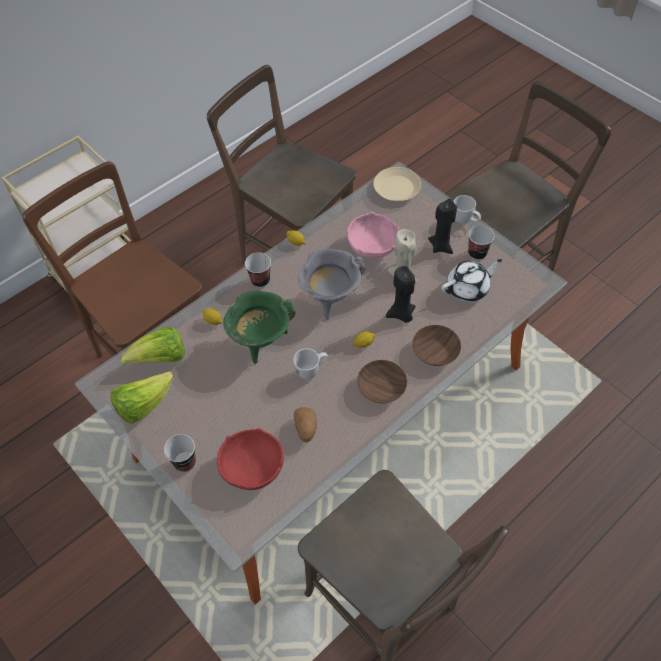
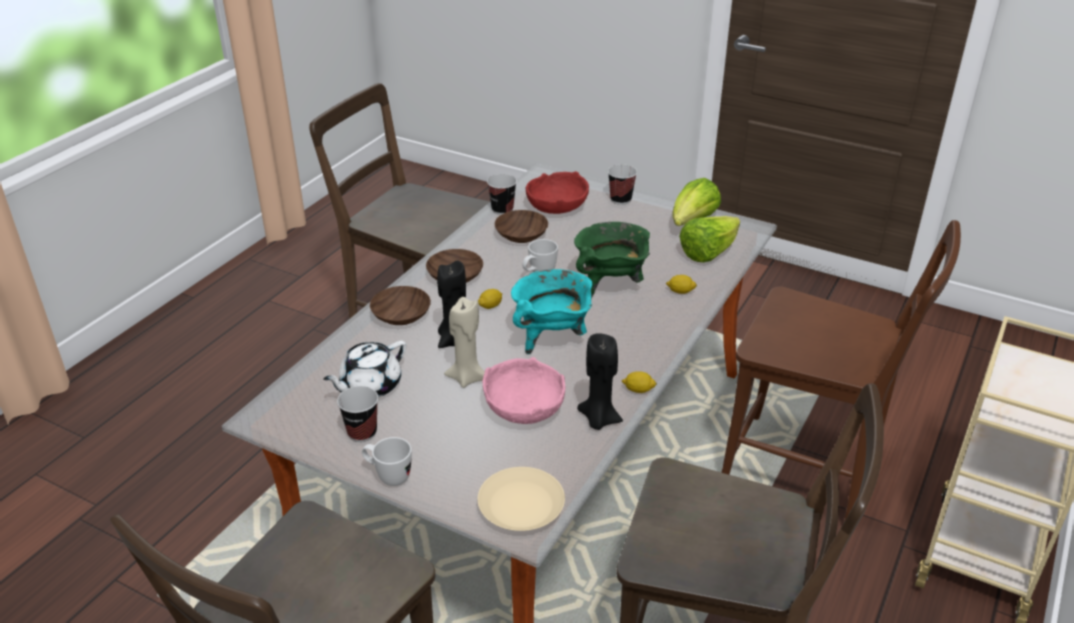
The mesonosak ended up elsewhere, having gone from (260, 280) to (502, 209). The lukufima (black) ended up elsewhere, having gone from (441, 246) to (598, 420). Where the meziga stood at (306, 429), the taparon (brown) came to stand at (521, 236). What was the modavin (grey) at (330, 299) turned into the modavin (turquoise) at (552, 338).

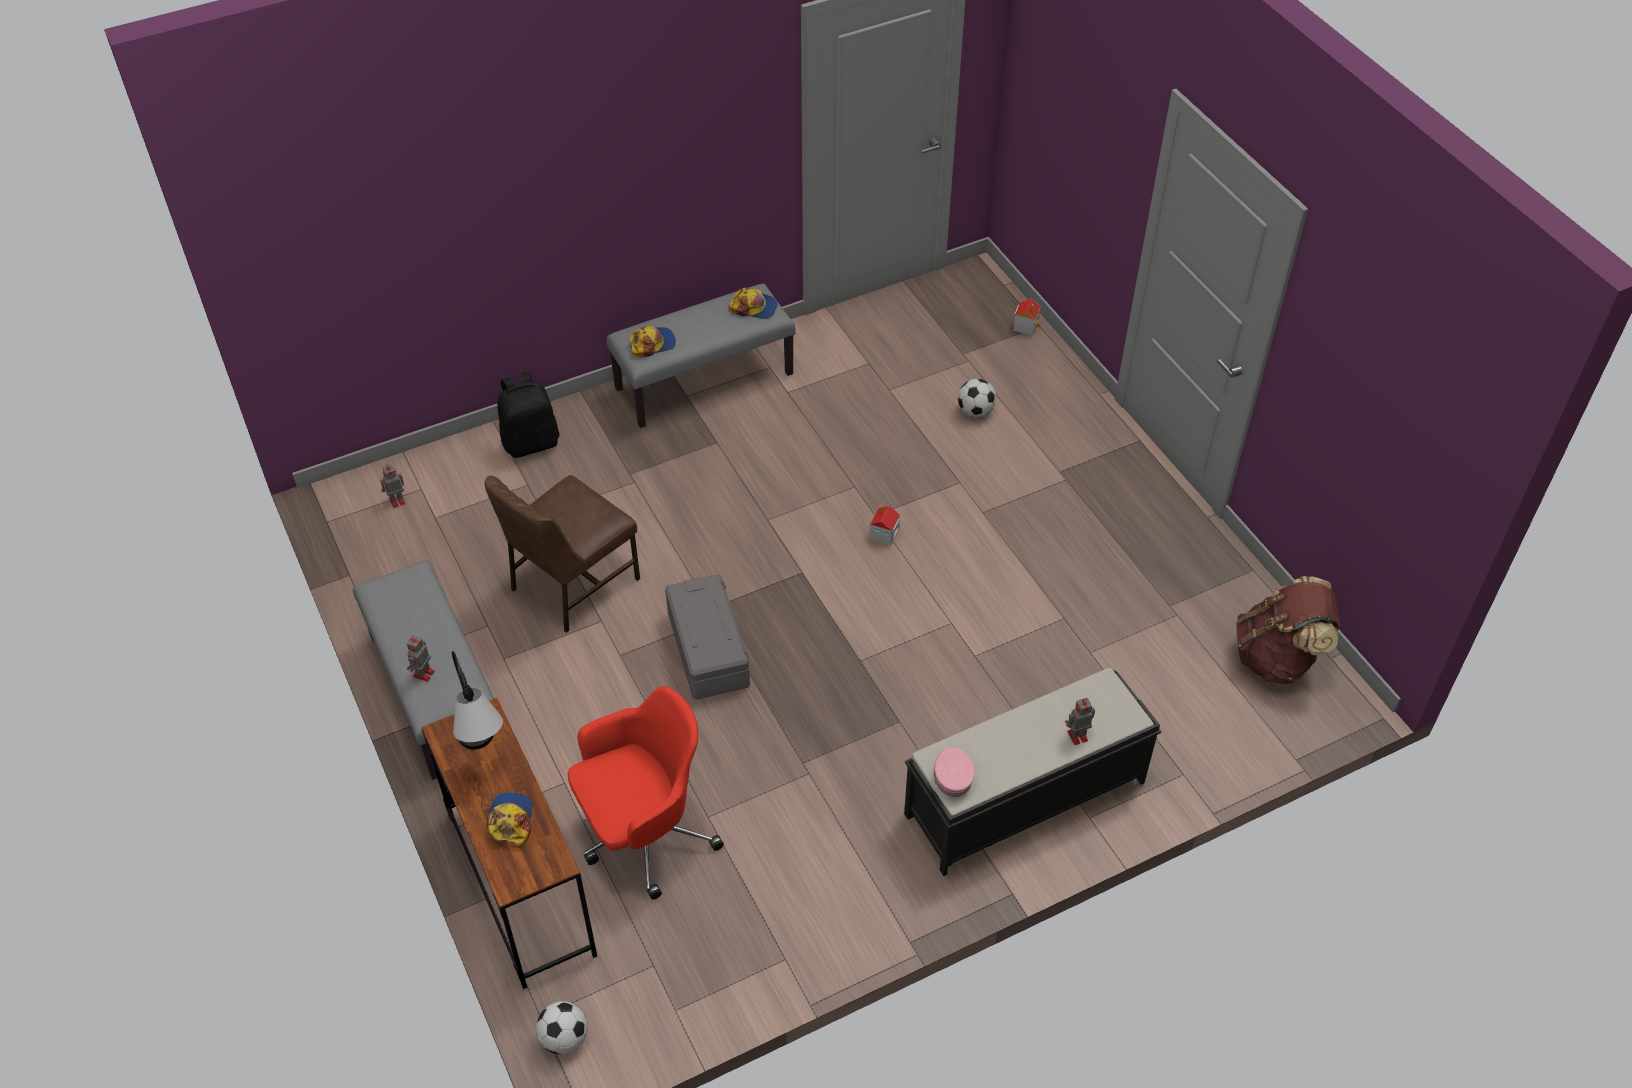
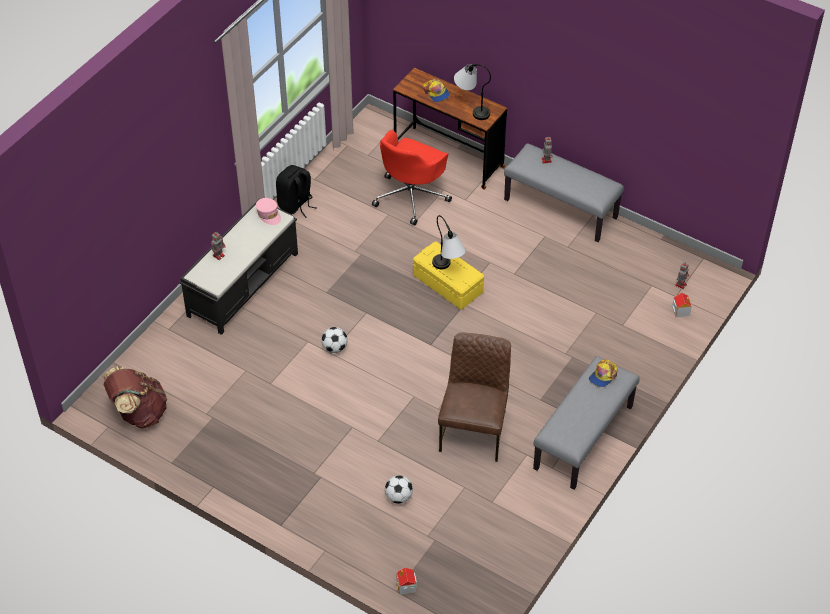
The second view lost the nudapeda at (754, 307). The second view gained the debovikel at (447, 270). The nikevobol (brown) ended up elsewhere, having gone from (572, 584) to (474, 430). The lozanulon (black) ended up elsewhere, having gone from (531, 442) to (296, 205). The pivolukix ended up elsewhere, having gone from (564, 1038) to (335, 348). The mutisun ended up elsewhere, having gone from (884, 534) to (680, 310). What was the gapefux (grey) at (707, 650) turned into the gapefux (yellow) at (448, 283).

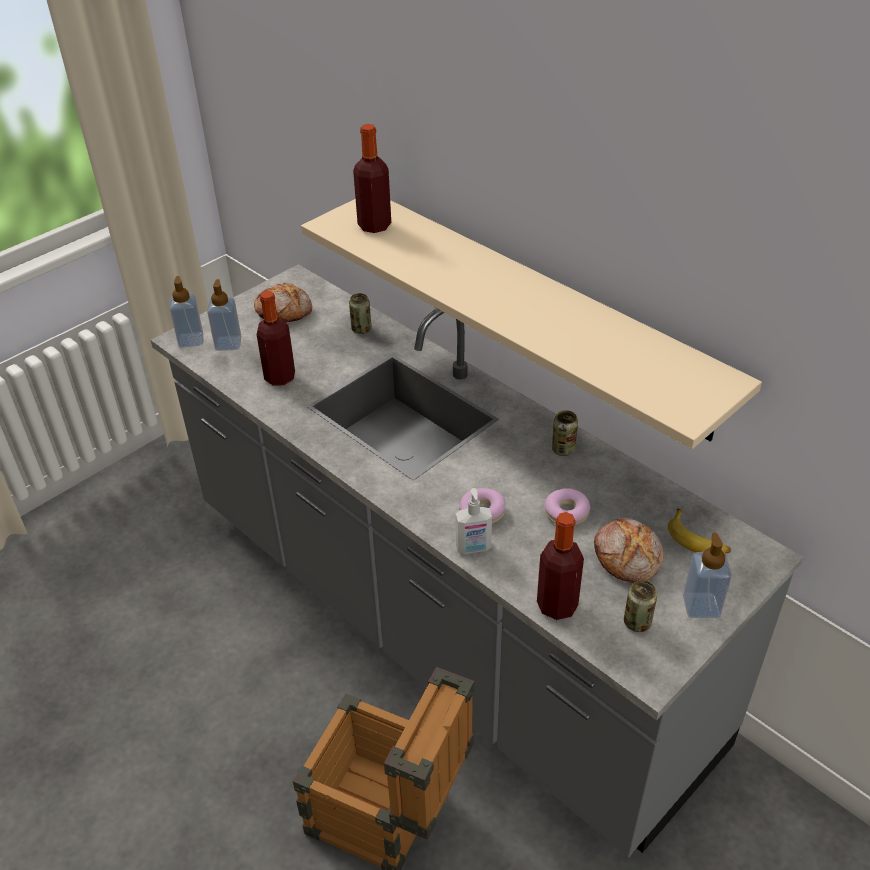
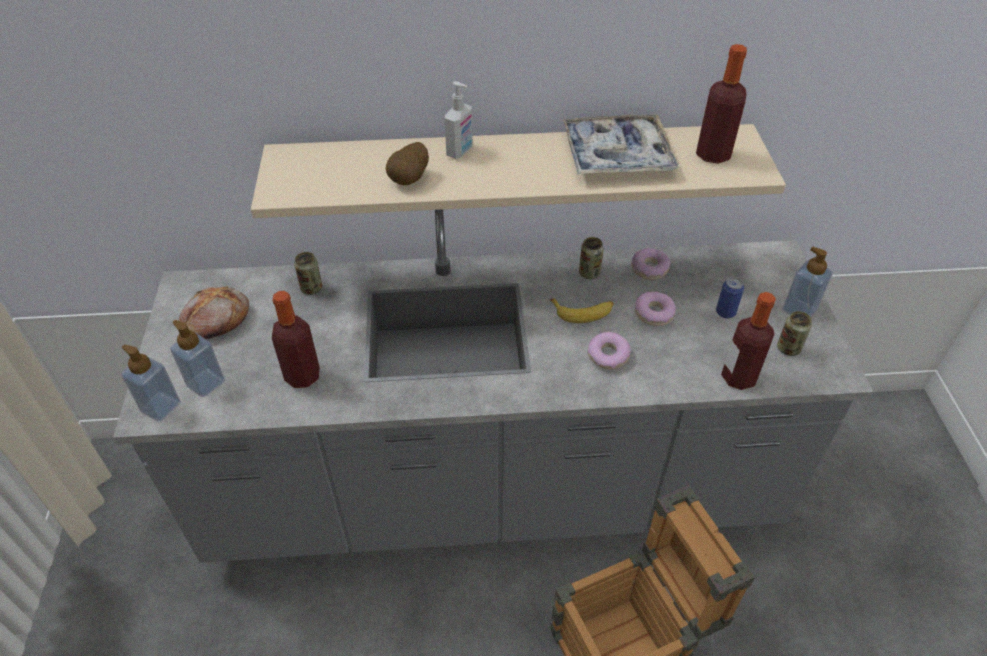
The second view gained the meziga at (410, 180). The second view gained the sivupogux at (617, 155). The second view gained the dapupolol at (649, 268). The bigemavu ended up elsewhere, having gone from (374, 226) to (713, 154). The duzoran ended up elsewhere, having gone from (473, 548) to (460, 151). The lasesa ended up elsewhere, having gone from (697, 540) to (583, 312). Where the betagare stood at (628, 556), the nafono came to stand at (725, 312).

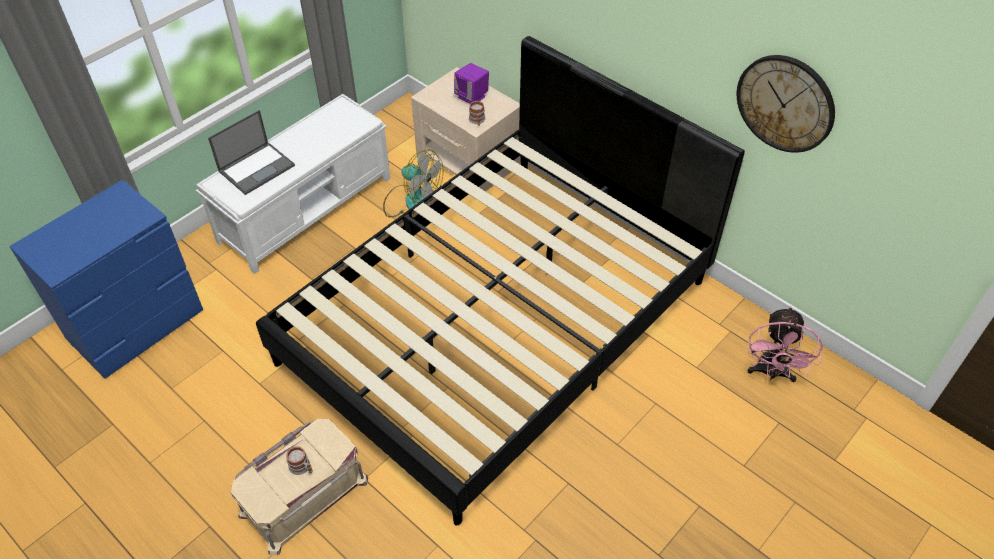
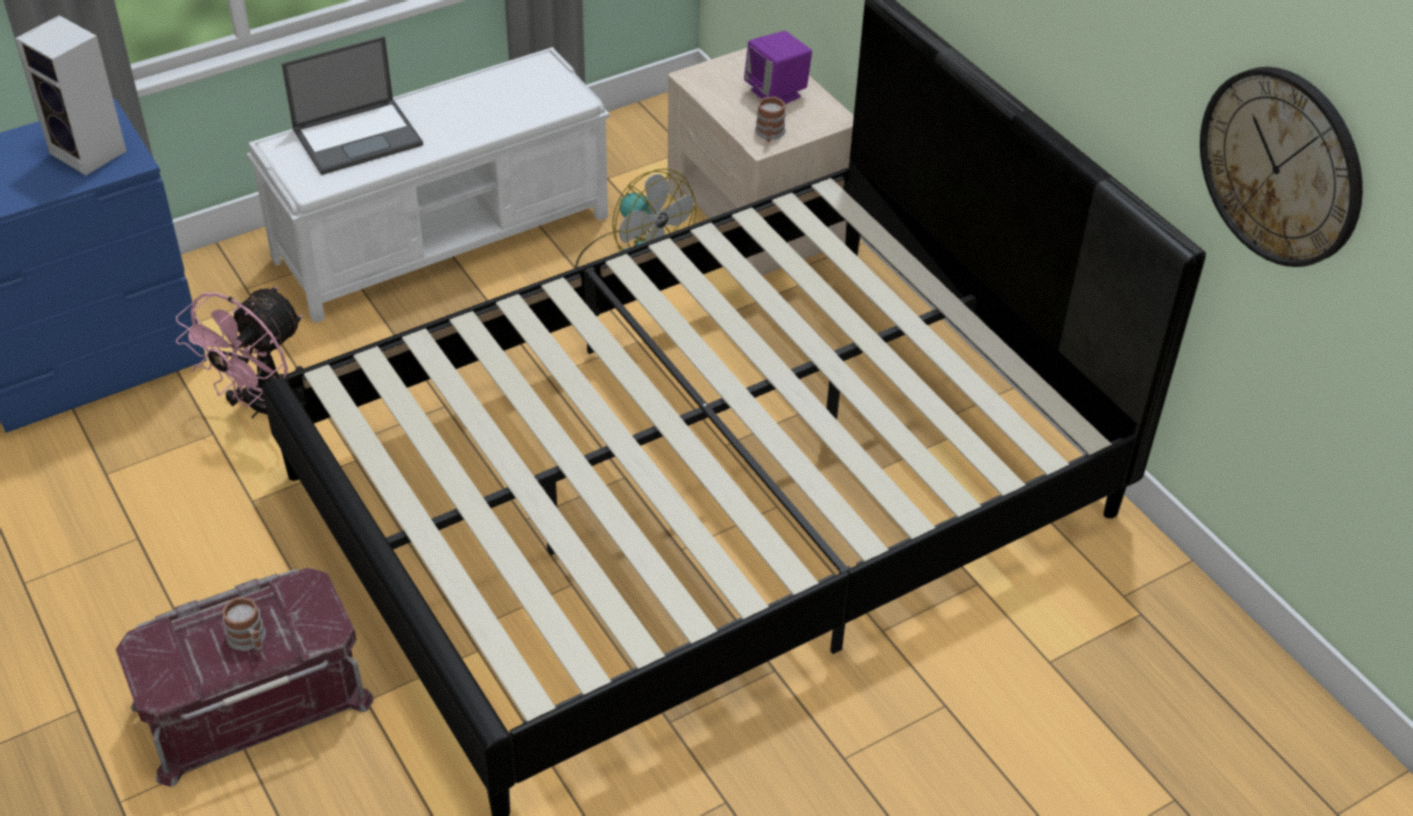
The second view gained the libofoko at (91, 153). The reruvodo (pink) ended up elsewhere, having gone from (771, 373) to (262, 409). What was the gapefux (beige) at (303, 495) turned into the gapefux (red) at (252, 700).

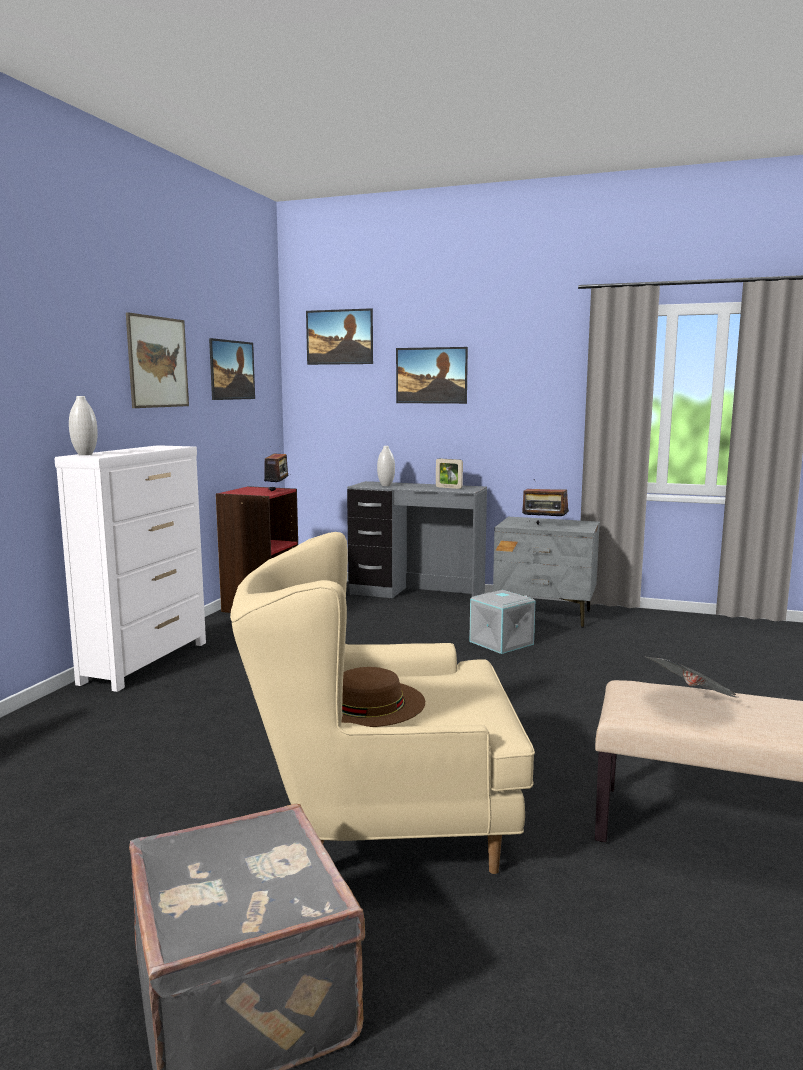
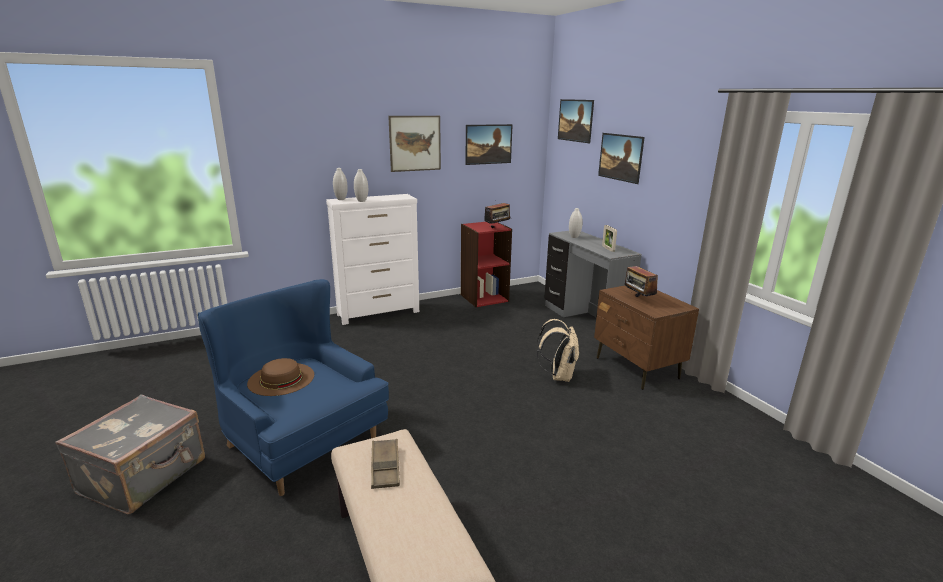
The second view gained the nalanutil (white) at (361, 201). Where the gapefux (grey) stood at (500, 643), the lozanulon (beige) came to stand at (558, 376). Where the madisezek stood at (693, 702), the sivupogux (brown) came to stand at (385, 467). What was the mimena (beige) at (381, 818) turned into the mimena (blue) at (300, 440). What was the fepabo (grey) at (545, 615) turned into the fepabo (brown) at (636, 368).

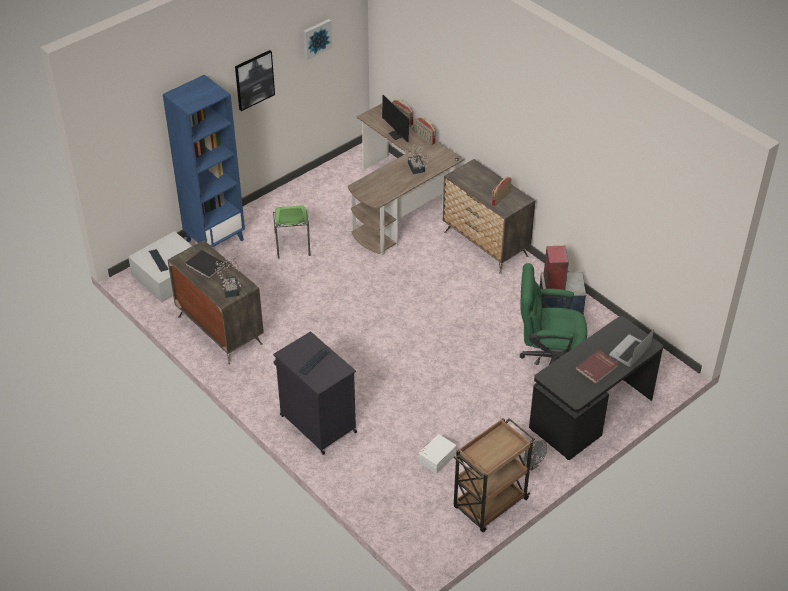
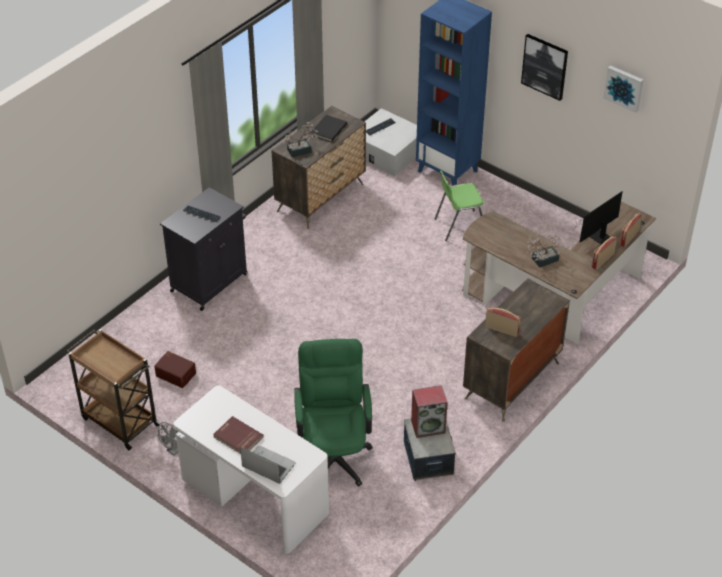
What was the gapefux (white) at (436, 457) turned into the gapefux (brown) at (176, 373). What was the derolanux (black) at (591, 415) turned into the derolanux (white) at (254, 497).

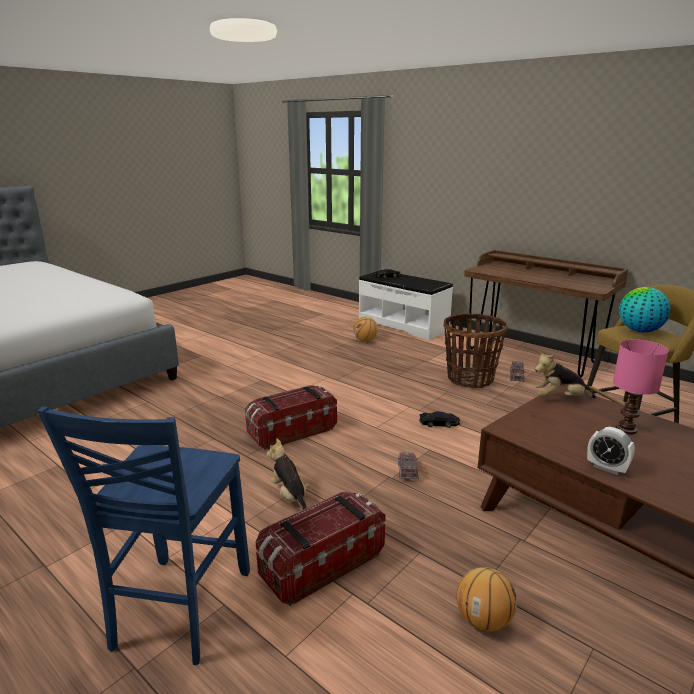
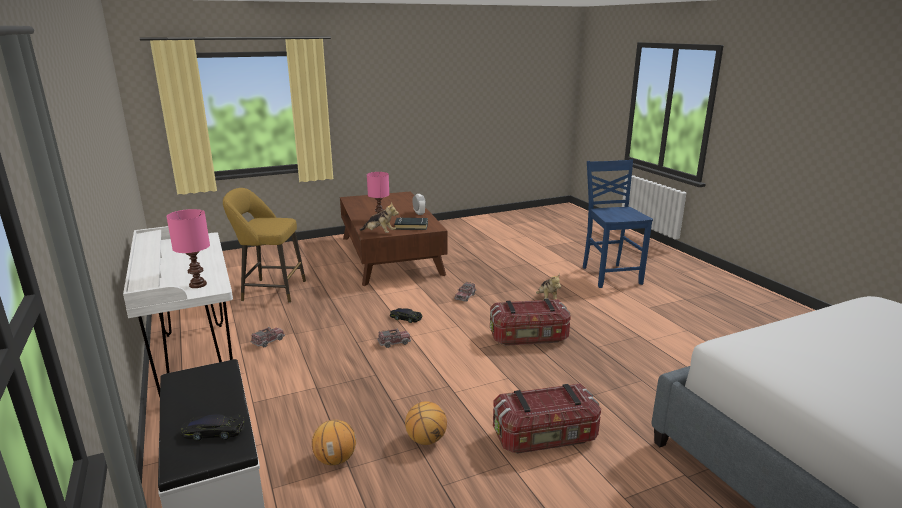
The second view lost the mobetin at (470, 379). The second view lost the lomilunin at (639, 331). The second view gained the debovikel (pink) at (197, 285). The second view gained the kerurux at (394, 342). The second view gained the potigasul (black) at (411, 226). The gapefux ended up elsewhere, having gone from (321, 564) to (545, 437). The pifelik ended up elsewhere, having gone from (483, 620) to (426, 440). What was the derolanux (brown) at (531, 356) turned into the derolanux (white) at (196, 362). The nikevobol (blue) at (179, 610) ended up facing another way, 45 degrees counterclockwise from before.

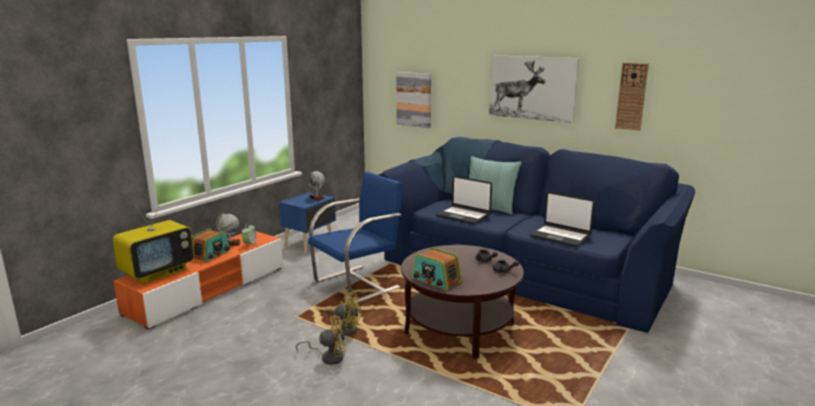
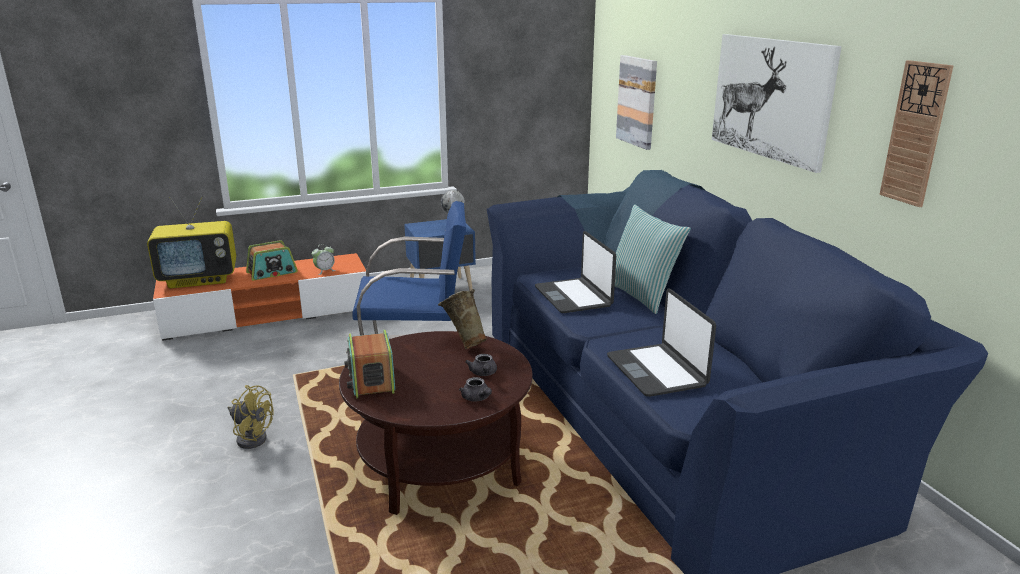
The second view lost the lomilunin at (230, 243). The second view lost the reruvodo (yellow) at (345, 329). The second view gained the nalanutil (beige) at (464, 344).

